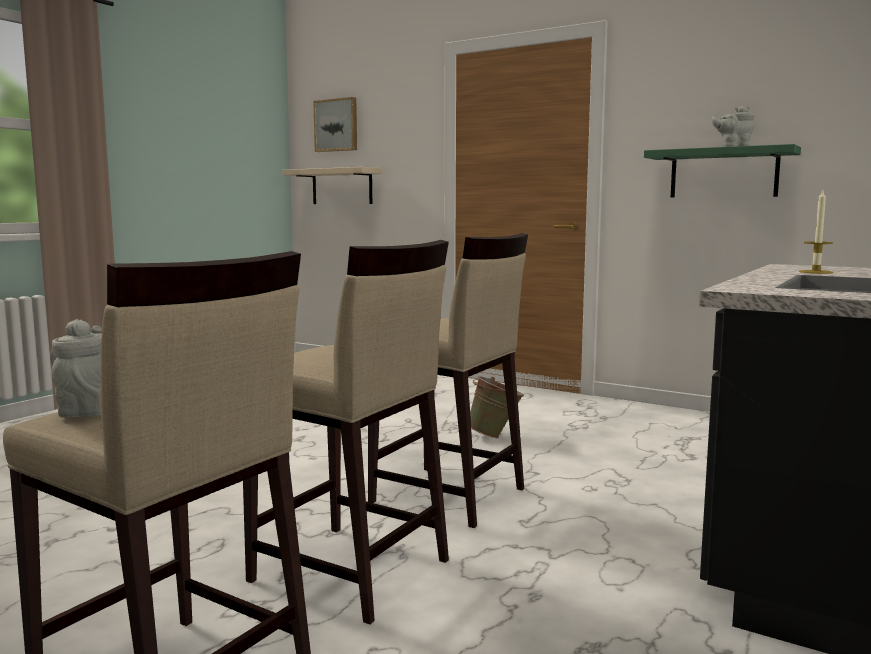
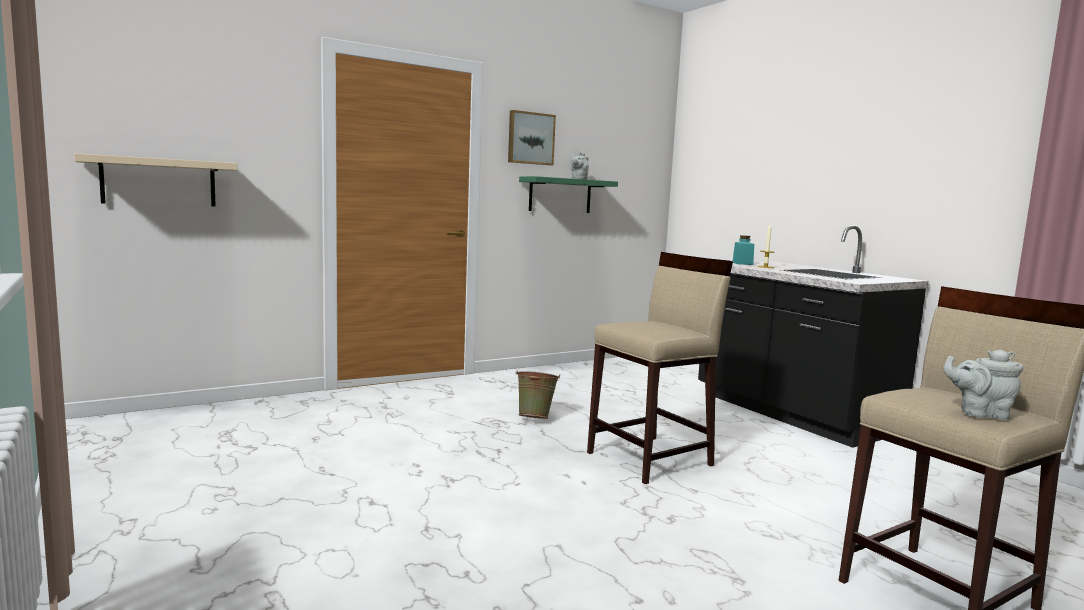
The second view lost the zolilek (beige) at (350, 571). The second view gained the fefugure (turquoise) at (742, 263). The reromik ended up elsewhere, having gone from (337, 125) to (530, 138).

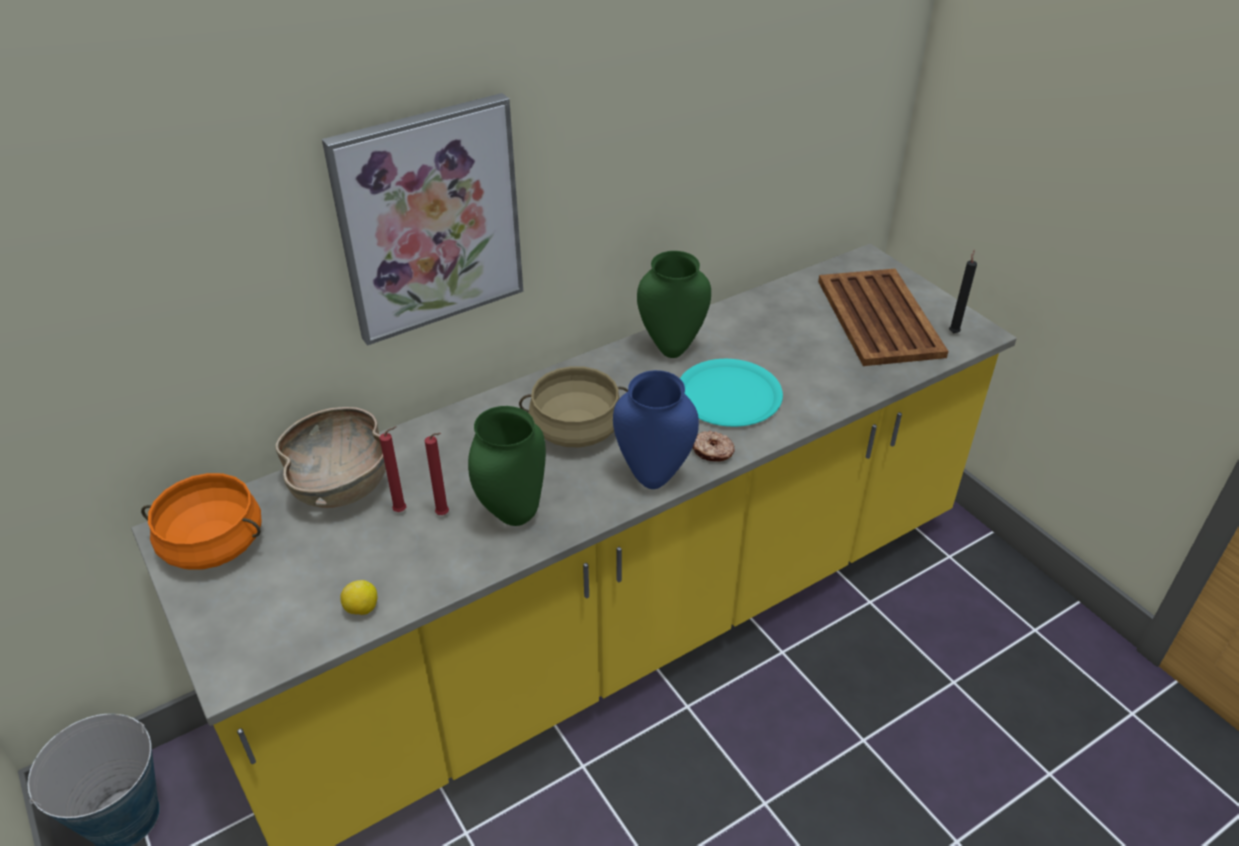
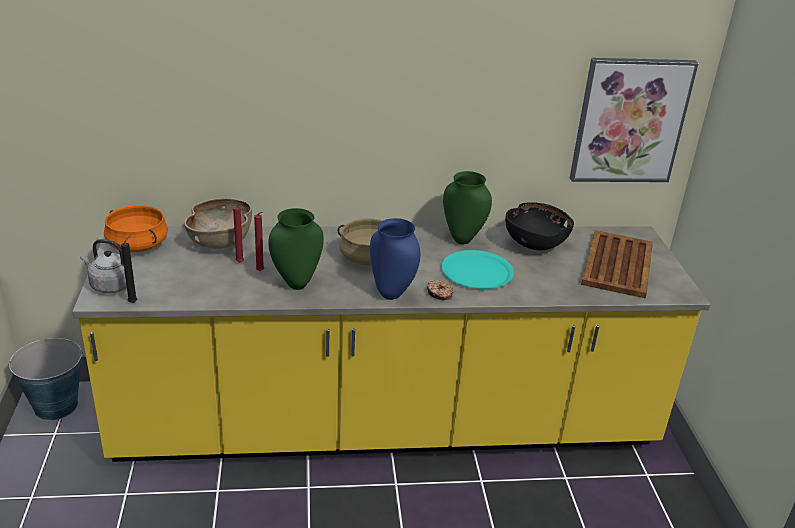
The second view lost the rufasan at (361, 609). The second view gained the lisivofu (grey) at (109, 285). The second view gained the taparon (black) at (534, 244). The reromik ended up elsewhere, having gone from (429, 219) to (630, 121). The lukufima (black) ended up elsewhere, having gone from (954, 332) to (134, 302).

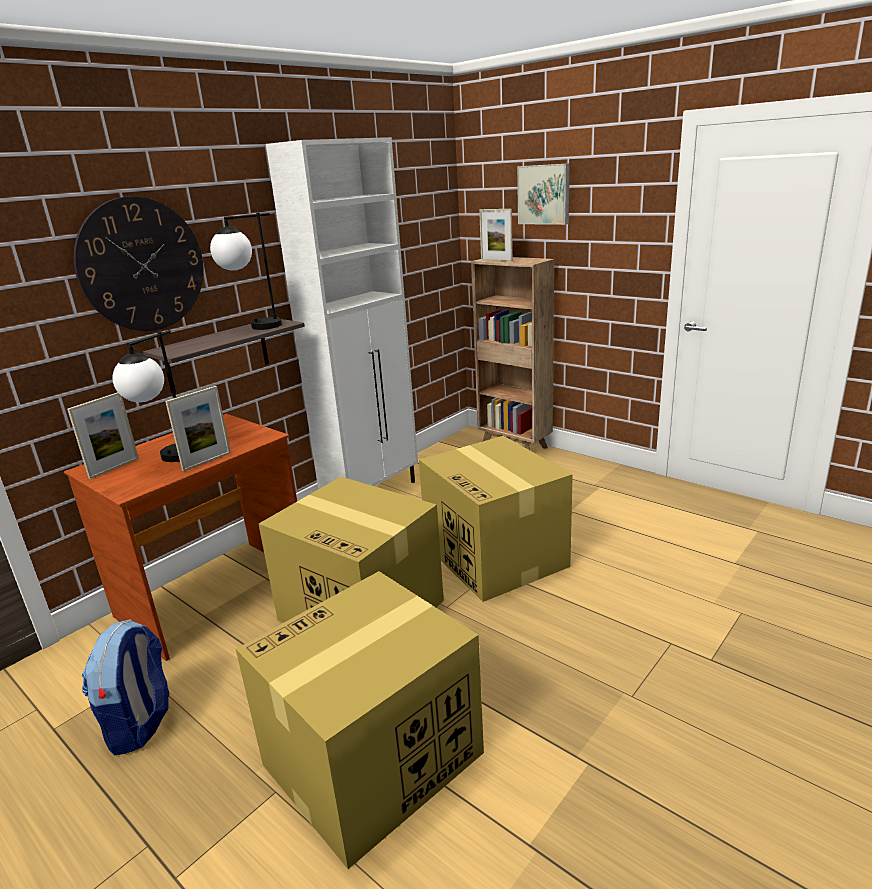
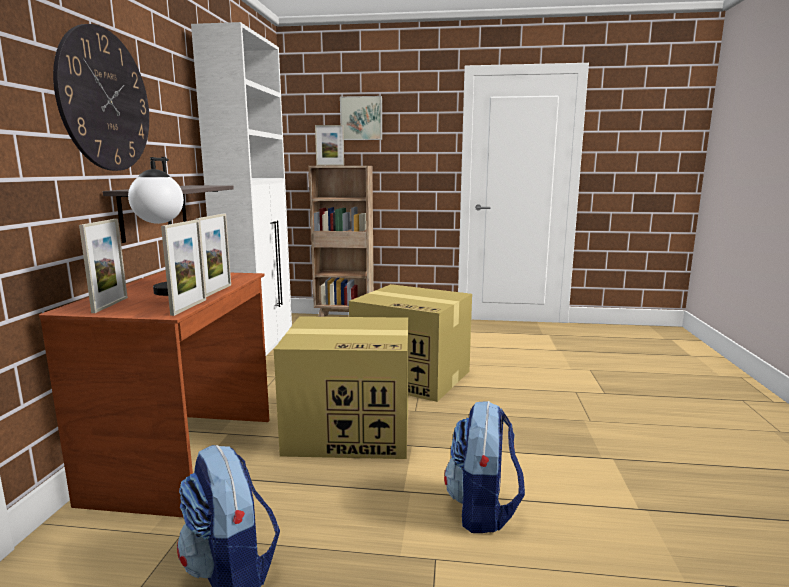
The second view lost the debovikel at (254, 328). The second view gained the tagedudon at (189, 307). Where the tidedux stood at (371, 761), the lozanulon came to stand at (483, 510).

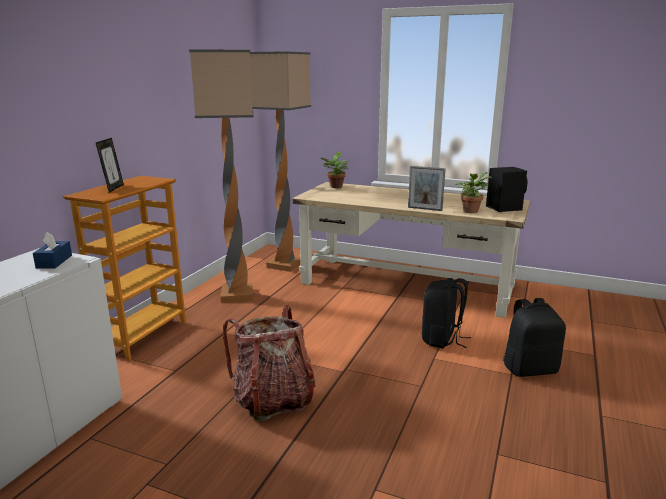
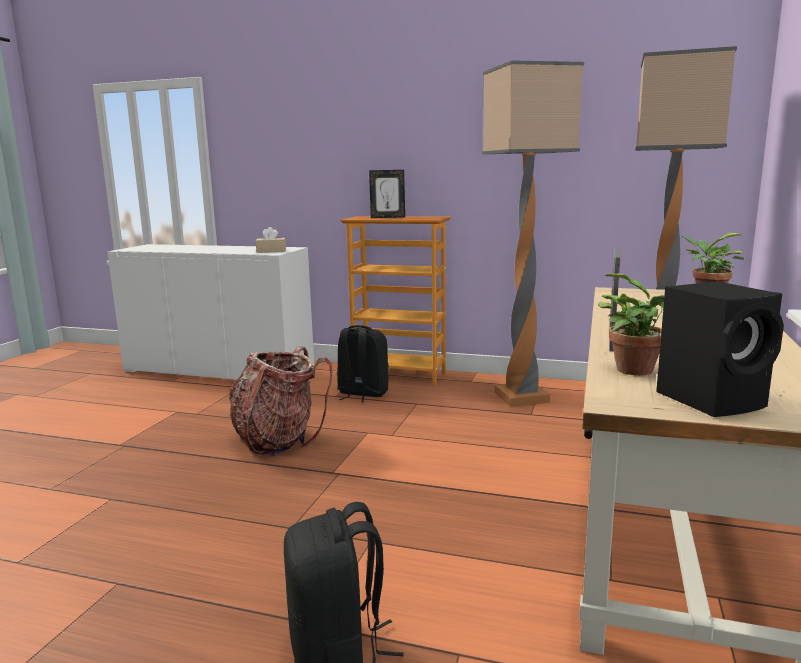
The lozanulon (black) ended up elsewhere, having gone from (442, 339) to (362, 393). What was the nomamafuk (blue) at (54, 261) turned into the nomamafuk (beige) at (271, 251).

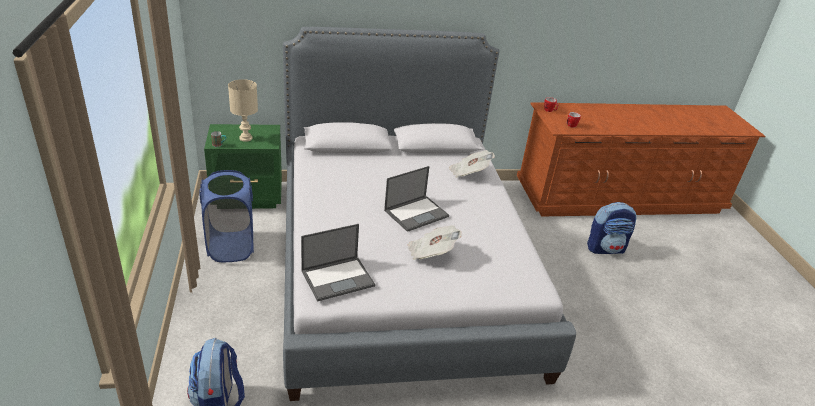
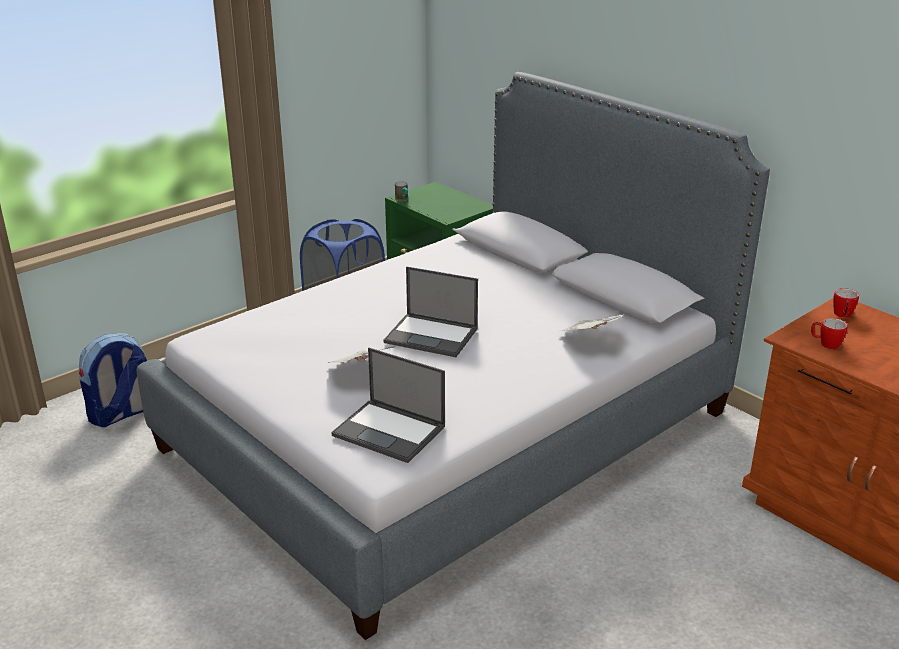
The second view lost the debovikel (beige) at (246, 138). The second view lost the lozanulon at (606, 248). The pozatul ended up elsewhere, having gone from (338, 278) to (390, 431).

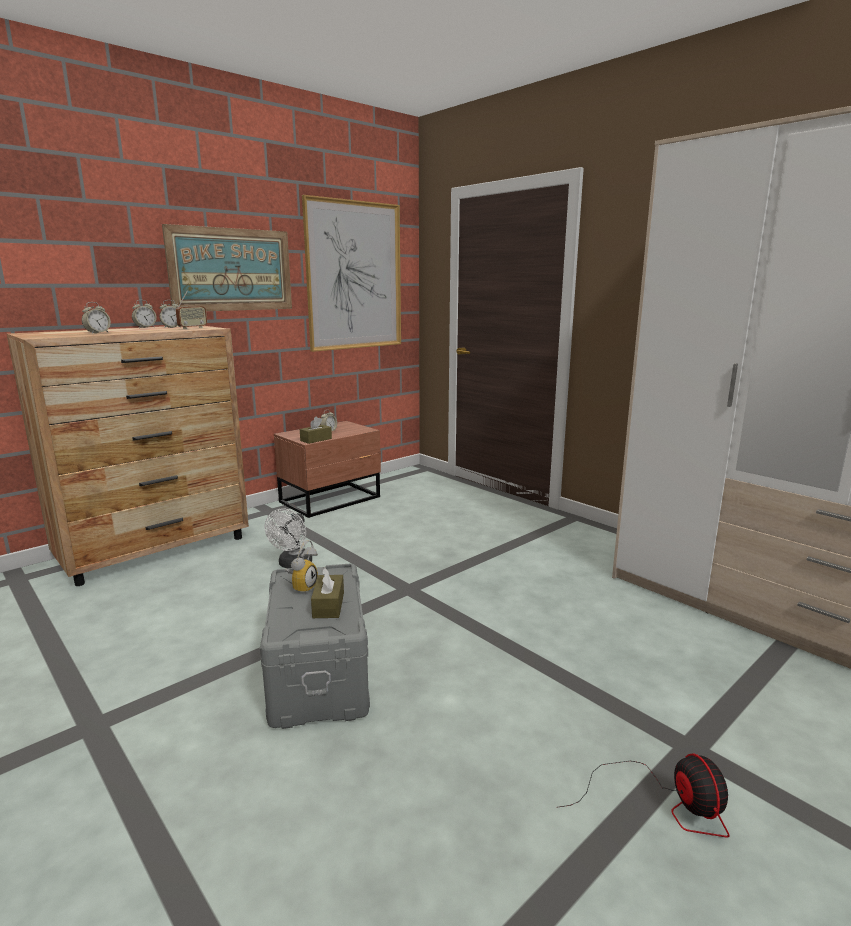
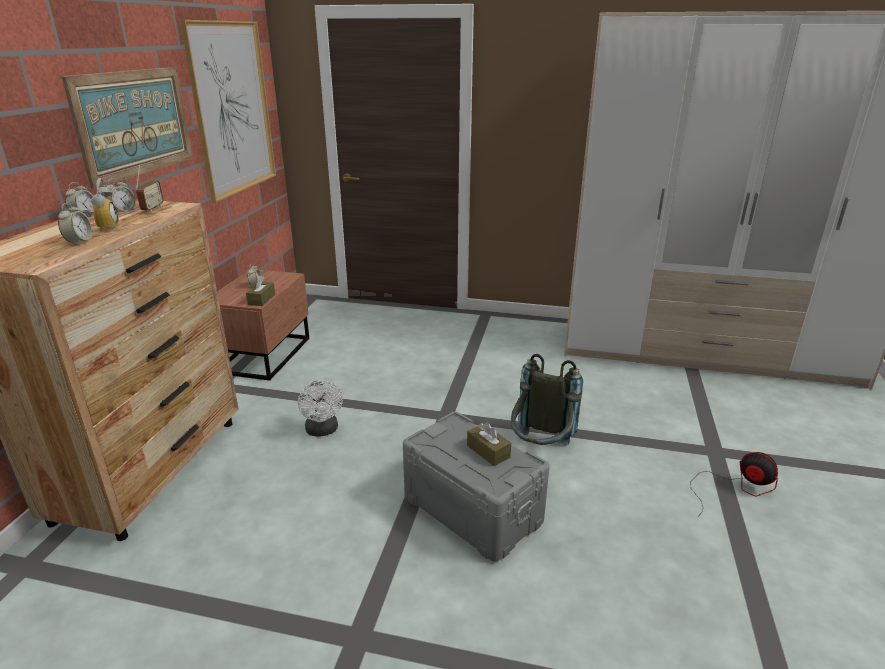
The second view gained the lozanulon (grey) at (540, 449). The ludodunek ended up elsewhere, having gone from (302, 587) to (104, 228).

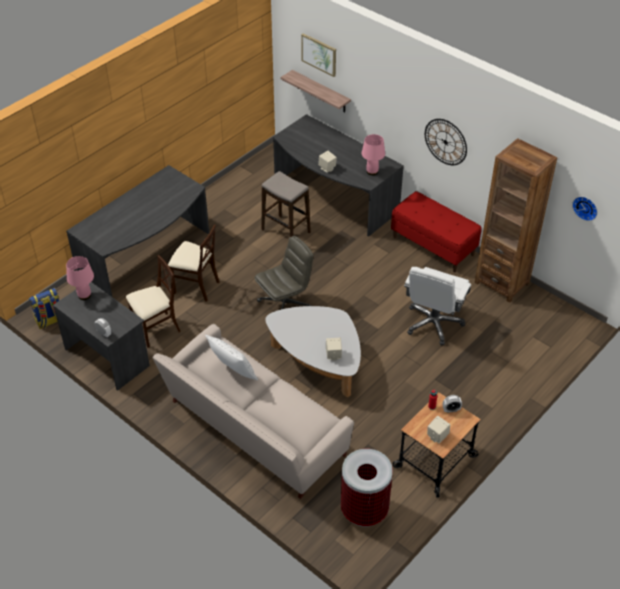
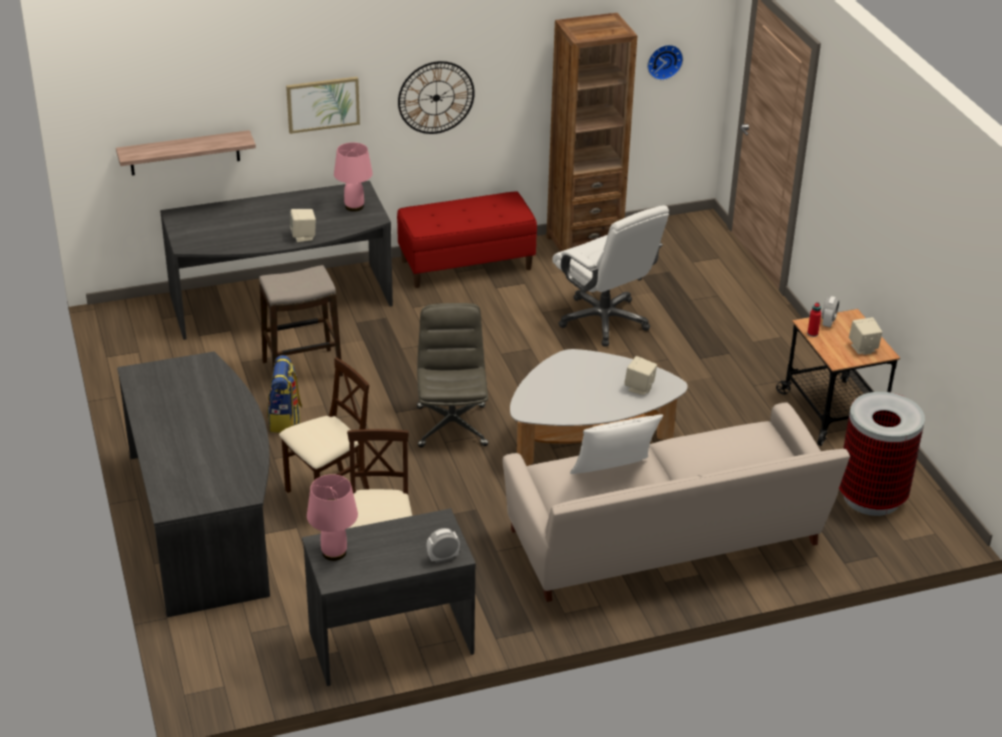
The lozanulon ended up elsewhere, having gone from (50, 321) to (285, 420). The reromik ended up elsewhere, having gone from (319, 54) to (323, 104).

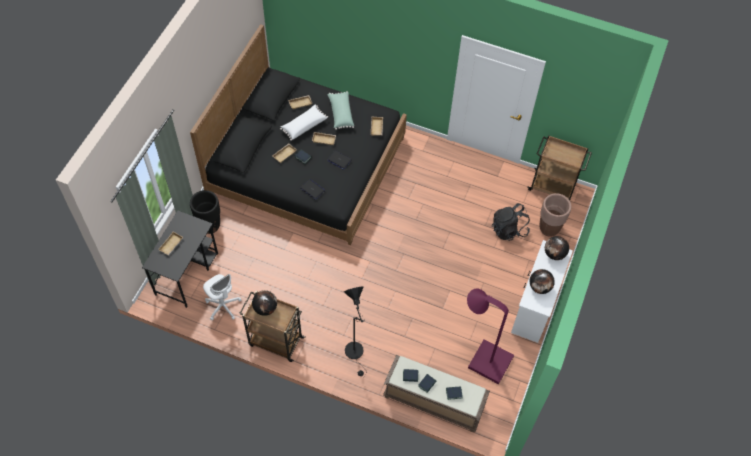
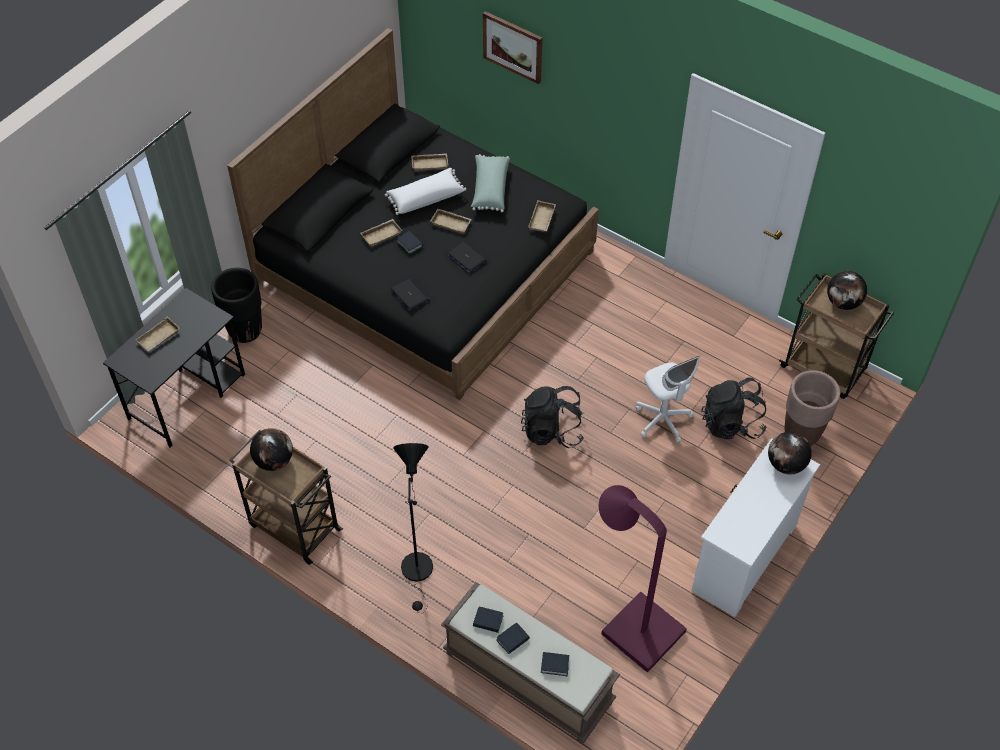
The second view gained the reromik at (513, 46). The second view gained the lozanulon (black) at (552, 430). The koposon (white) ended up elsewhere, having gone from (223, 306) to (663, 420). The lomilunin ended up elsewhere, having gone from (540, 287) to (843, 303).

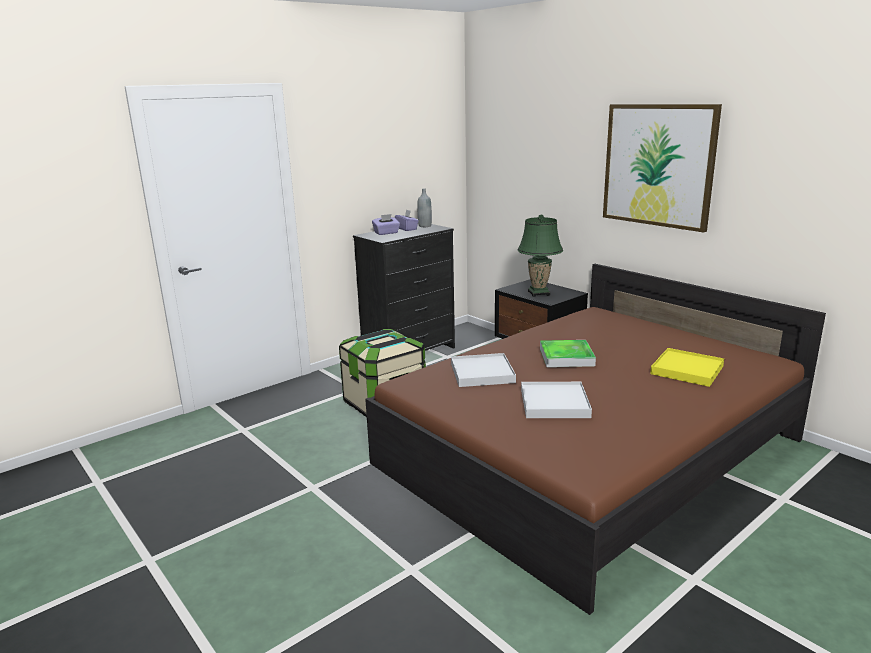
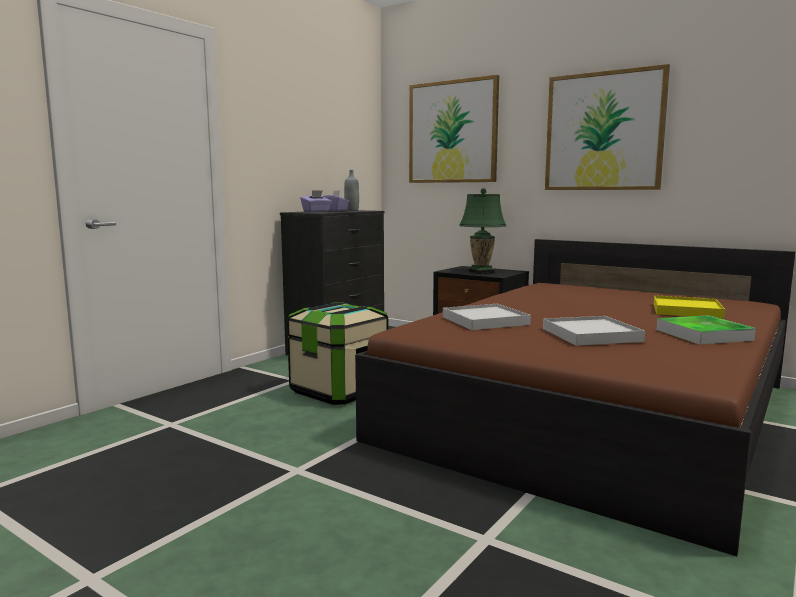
The second view gained the reromik at (452, 132). The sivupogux ended up elsewhere, having gone from (566, 357) to (703, 335).

